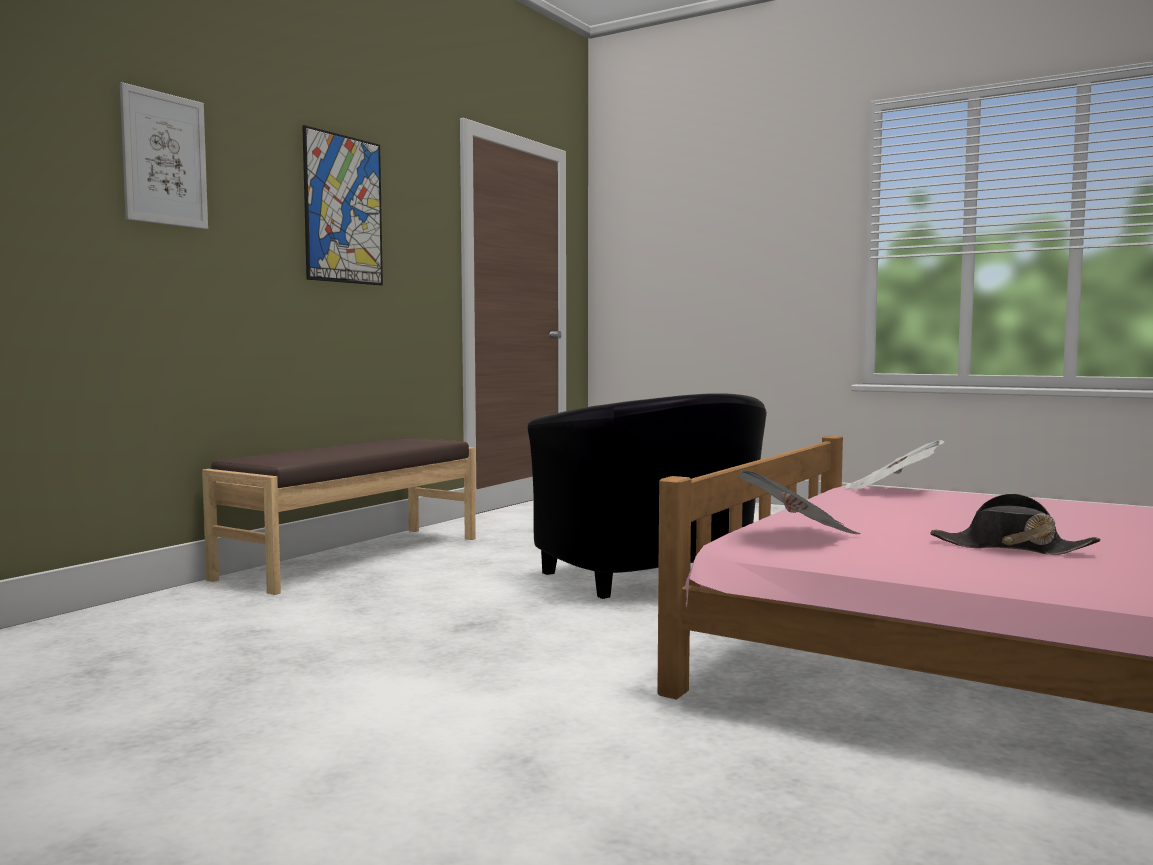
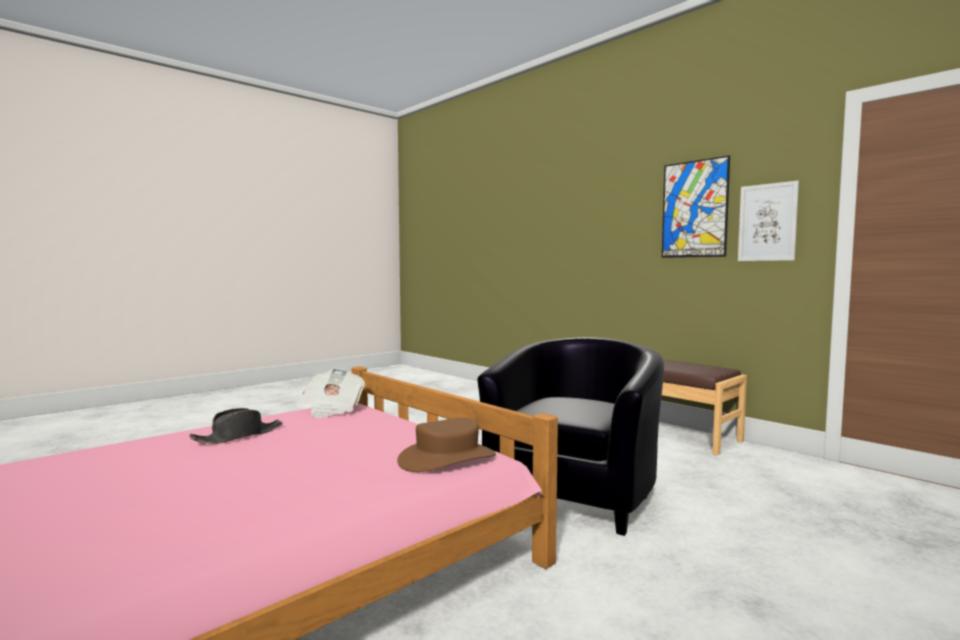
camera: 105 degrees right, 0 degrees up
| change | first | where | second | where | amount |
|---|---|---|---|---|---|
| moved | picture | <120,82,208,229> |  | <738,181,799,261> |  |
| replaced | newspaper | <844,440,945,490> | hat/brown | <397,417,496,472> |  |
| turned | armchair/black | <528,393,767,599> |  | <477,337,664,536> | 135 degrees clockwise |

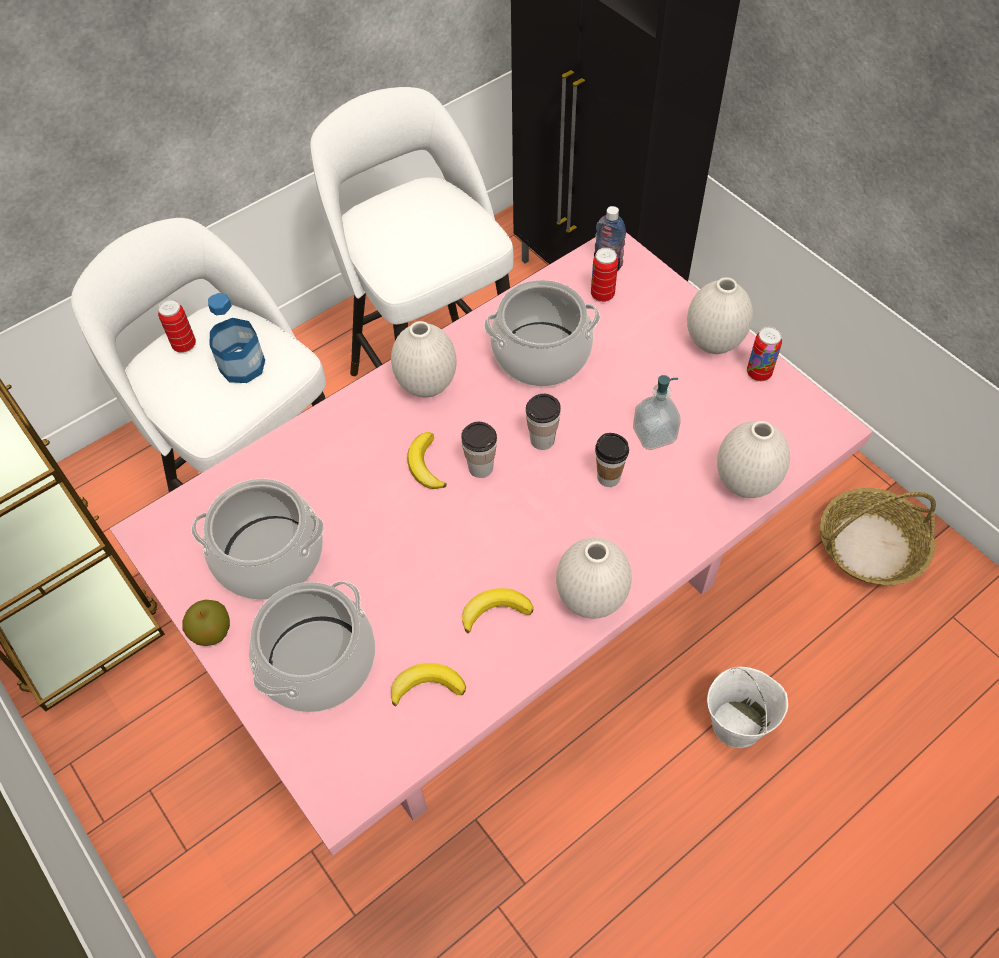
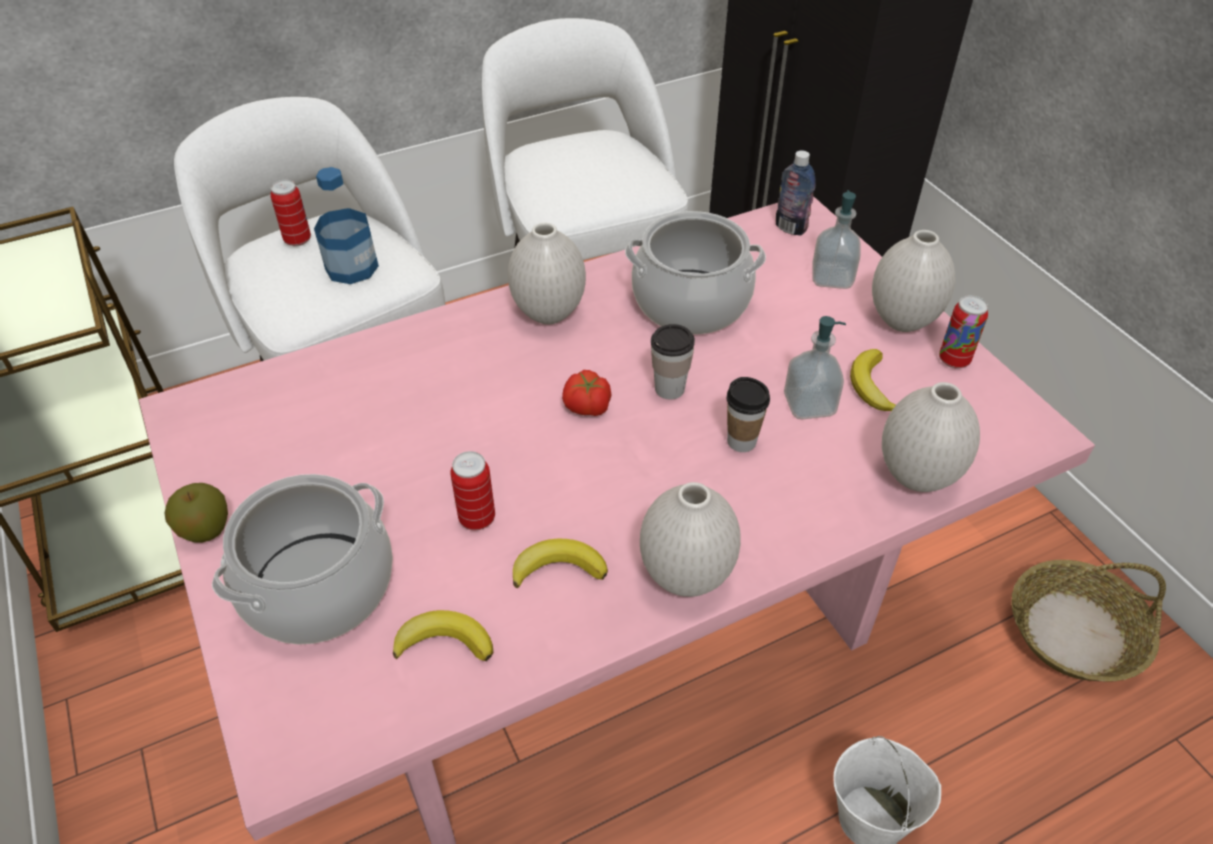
camera: 10 degrees right, 10 degrees down
| change | first | where | second | where | amount |
|---|---|---|---|---|---|
| removed | cooking pot | <191,478,324,600> |  |  |  |
| added |  |  | soap dispenser | <812,190,860,289> |  |
| moved | banana | <407,432,447,489> |  | <850,349,896,411> |  |
| moved | can | <591,248,618,302> |  | <450,451,495,530> |  |
| replaced | cup | <461,422,497,478> | tomato | <562,370,612,416> |  |

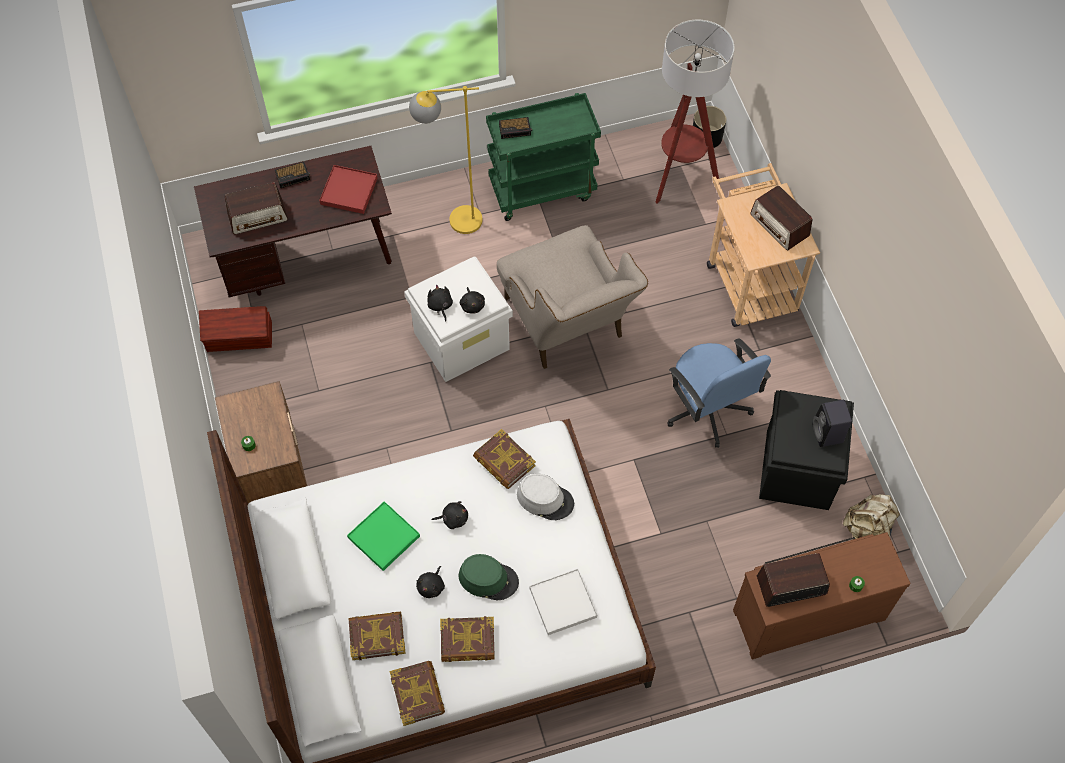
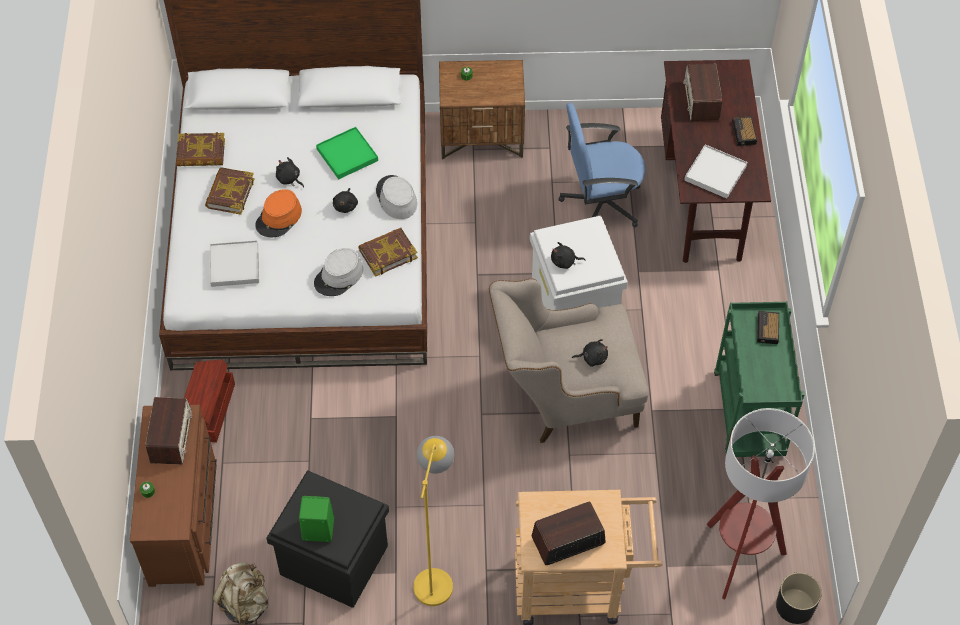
camera: 105 degrees right, 5 degrees down
| change | first | where | second | where | amount |
|---|---|---|---|---|---|
| removed | book | <349,612,406,660> |  |  |  |
| added |  |  | hat/grey | <376,175,417,219> |  |
| moved | storage box/brown | <199,306,272,352> |  | <184,360,235,443> |  |
| moved | floor lamp/yellow | <409,86,482,234> |  | <413,436,454,606> |  |
| moved | plush toy/black | <427,285,453,321> |  | <572,339,608,367> |  |
| moved | office chair/blue | <667,338,771,448> |  | <558,103,646,228> |  |
| recoloured | tray/red | <319,165,378,214> | tray/white | <684,144,747,199> |  |
| recoloured | hat/green | <459,554,519,600> | hat/orange | <255,189,302,237> |  |
| recoloured | speaker/black | <812,400,852,447> | speaker/green | <299,496,334,542> |  |

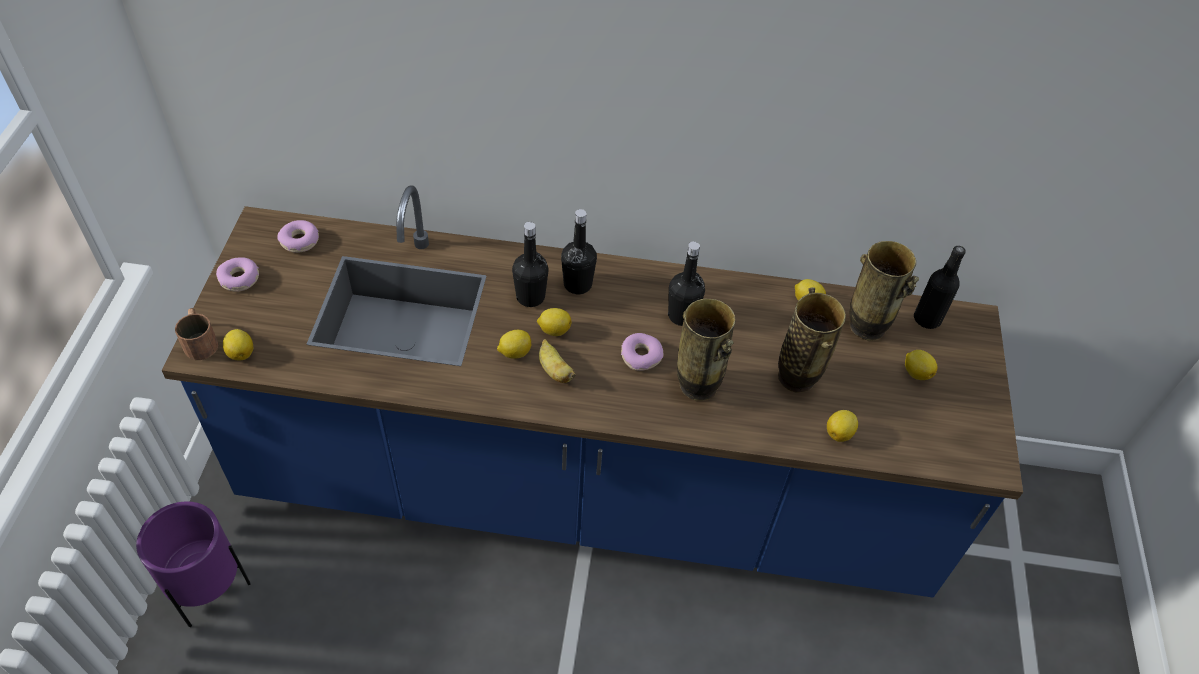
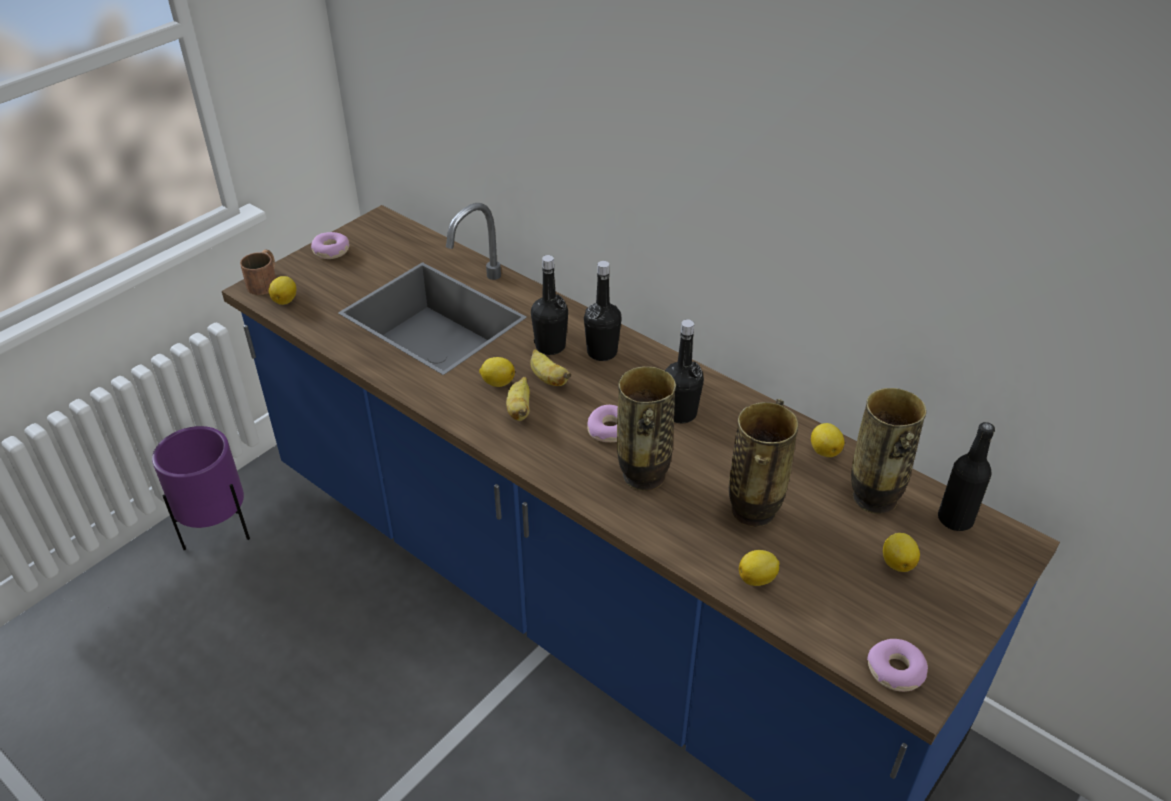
camera: 35 degrees right, 10 degrees down
| change | first | where | second | where | amount |
|---|---|---|---|---|---|
| moved | donut | <277,220,319,253> |  | <867,639,928,692> |  |
| replaced | lemon | <537,308,571,336> | banana | <530,349,571,386> |  |

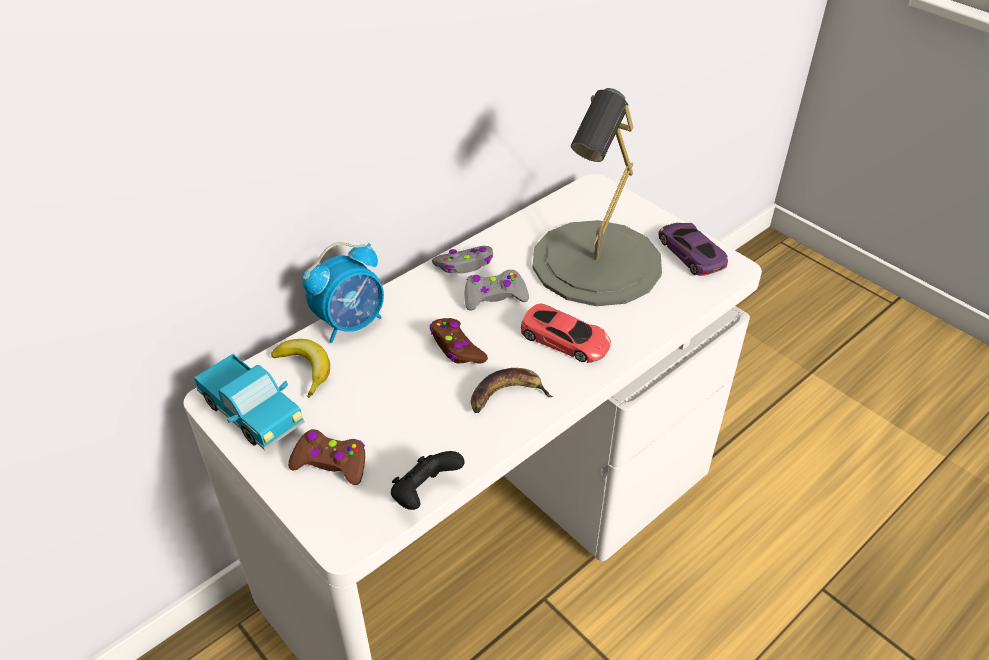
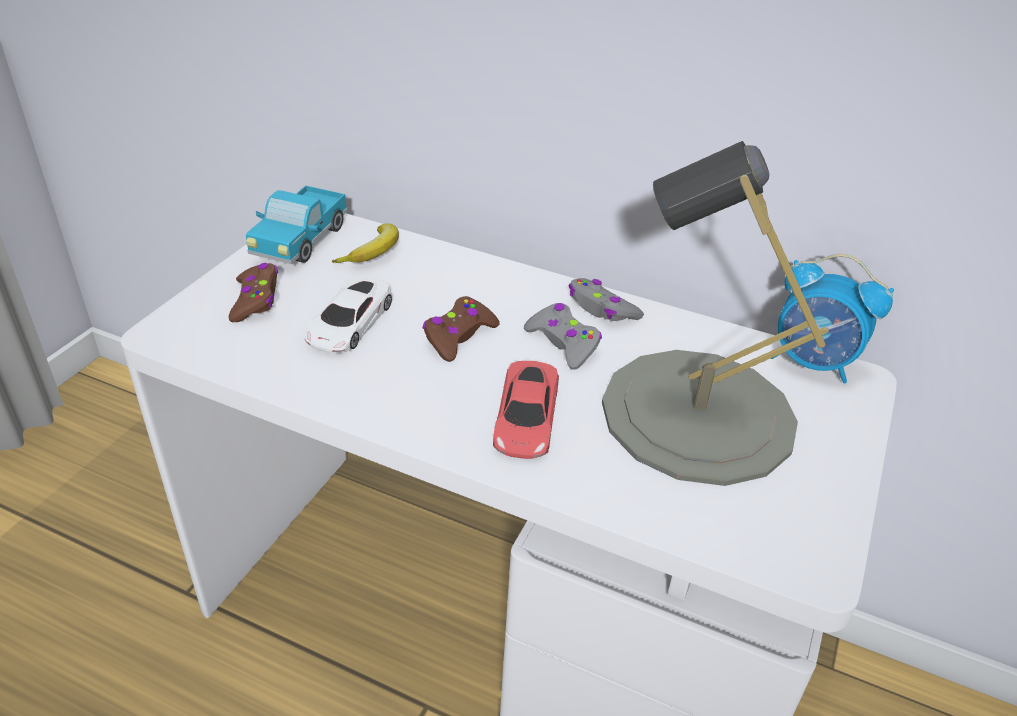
camera: 65 degrees right, 5 degrees down
| change | first | where | second | where | amount |
|---|---|---|---|---|---|
| removed | game controller/black | <391,451,465,510> |  |  |  |
| removed | banana | <471,368,553,413> |  |  |  |
| removed | toy car/purple | <658,223,728,276> |  |  |  |
| added |  |  | toy car/white | <305,276,392,353> |  |
| moved | alarm clock | <302,242,384,343> |  | <771,254,894,383> |  |

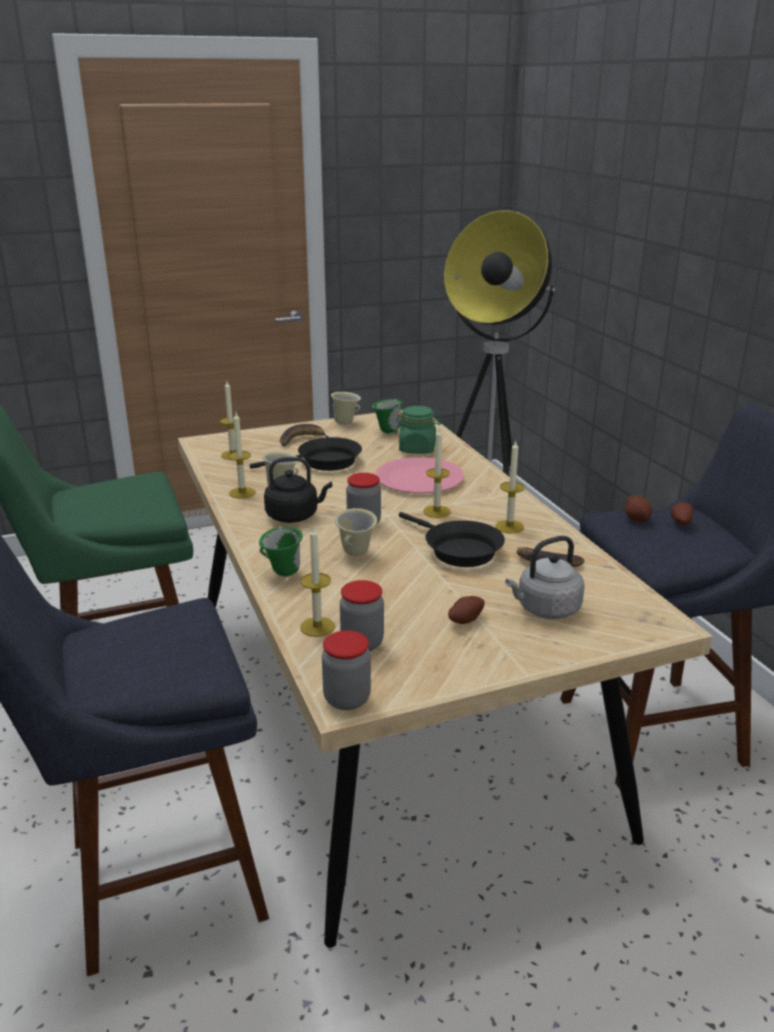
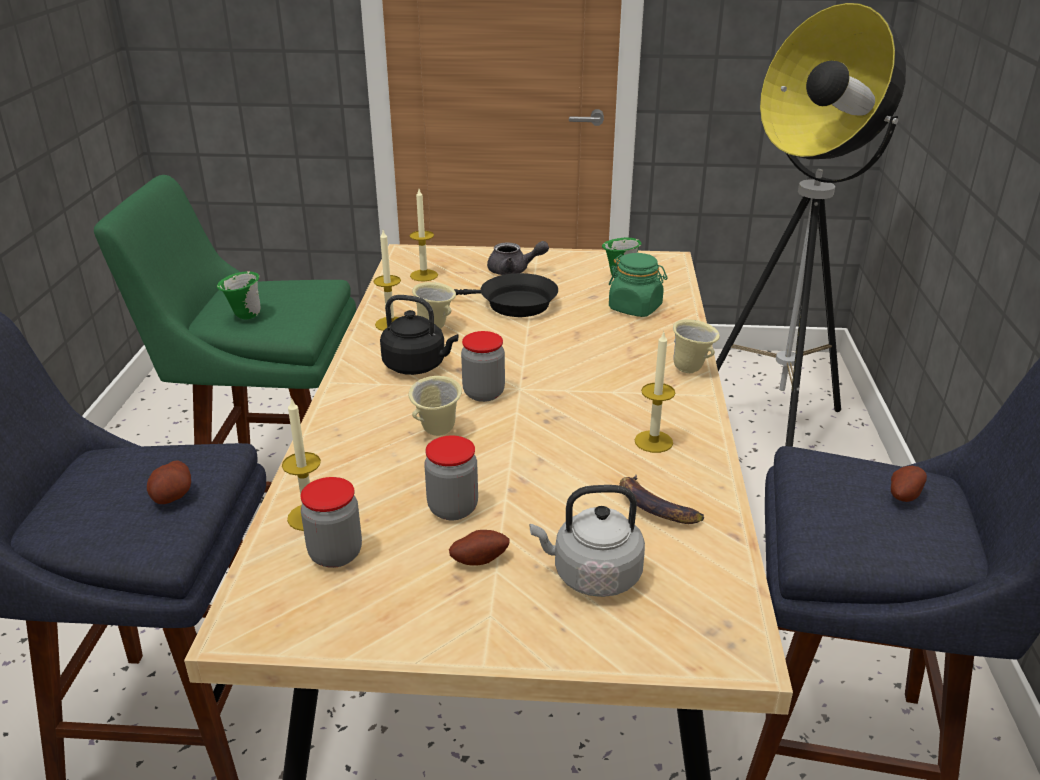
camera: 25 degrees right, 5 degrees up
| change | first | where | second | where | amount |
|---|---|---|---|---|---|
| removed | plate/pink | <375,457,464,493> |  |  |  |
| removed | frying pan/black | <399,512,505,567> |  |  |  |
| removed | candle | <423,429,451,518> |  |  |  |
| moved | mug/green | <259,526,303,576> |  | <217,271,260,319> |  |
| moved | jar | <322,631,371,710> |  | <424,436,478,520> |  |
| moved | mug/beige | <331,392,361,425> |  | <673,319,720,373> |  |
| moved | potato | <625,495,652,522> |  | <147,461,191,504> |  |
| replaced | banana | <280,424,328,446> | teapot/grey | <487,241,549,275> |  |

